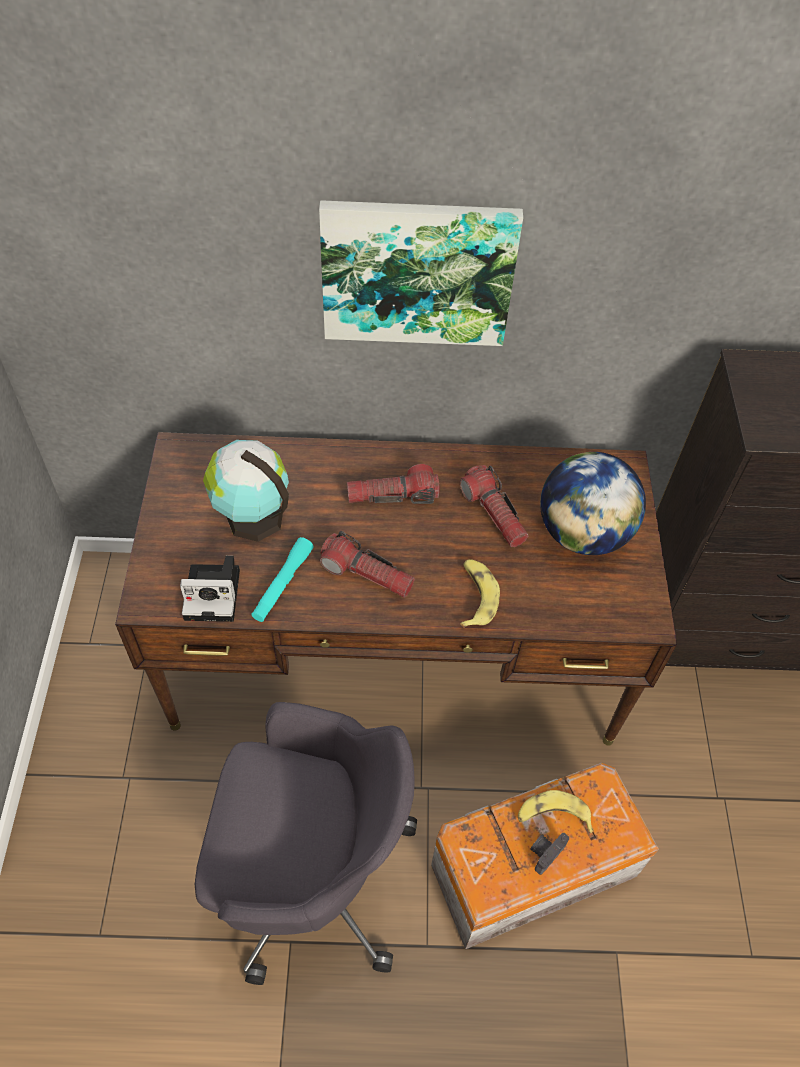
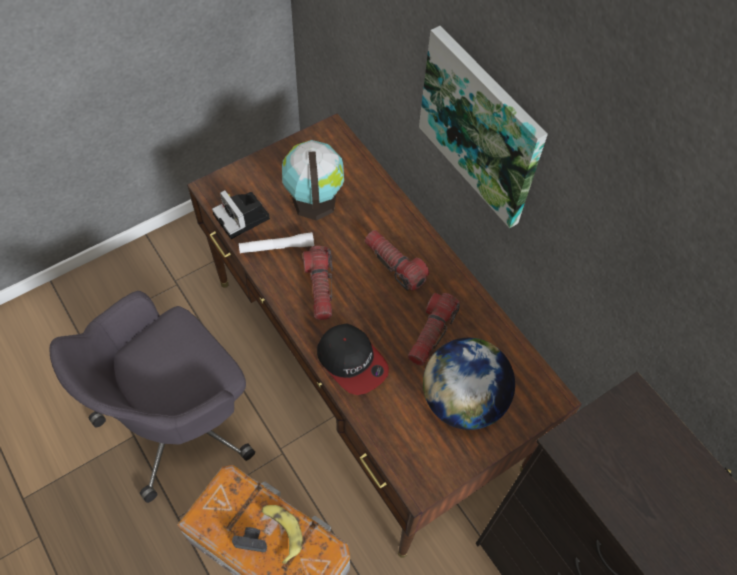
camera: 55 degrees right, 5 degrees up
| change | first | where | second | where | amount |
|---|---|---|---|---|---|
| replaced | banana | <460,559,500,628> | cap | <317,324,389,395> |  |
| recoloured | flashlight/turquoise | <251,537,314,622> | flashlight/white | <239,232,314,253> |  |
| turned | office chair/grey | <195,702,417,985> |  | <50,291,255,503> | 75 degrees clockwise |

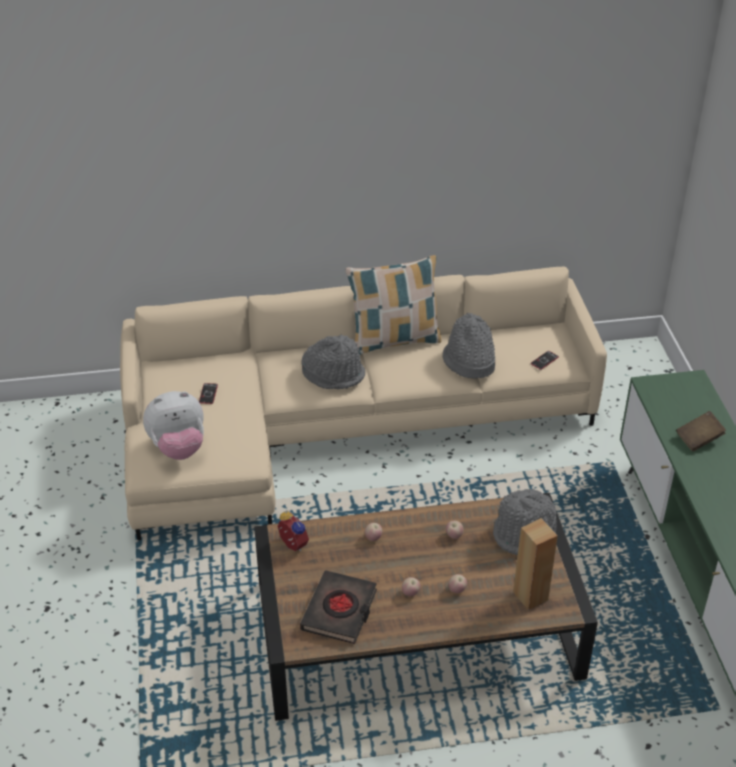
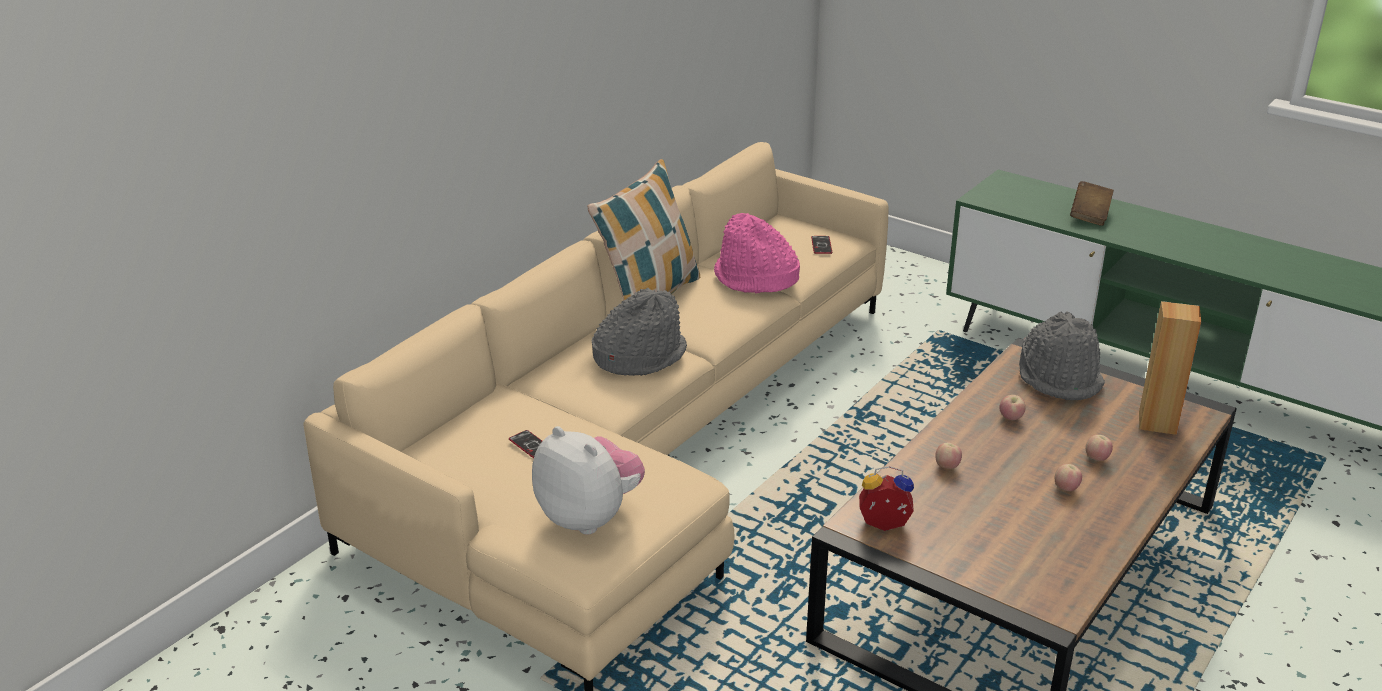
camera: 45 degrees left, 10 degrees down
| change | first | where | second | where | amount |
|---|---|---|---|---|---|
| removed | book/black | <300,570,377,644> |  |  |  |
| recoloured | hat/grey | <443,313,495,378> | hat/pink | <714,213,800,293> |  |
| turned | plush toy | <143,391,204,460> |  | <532,426,645,535> | 75 degrees counterclockwise |

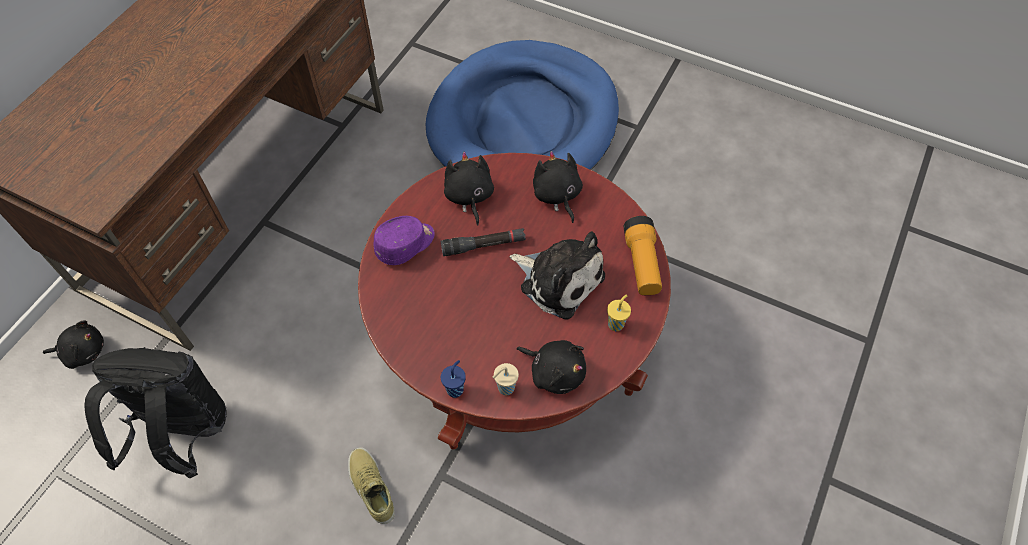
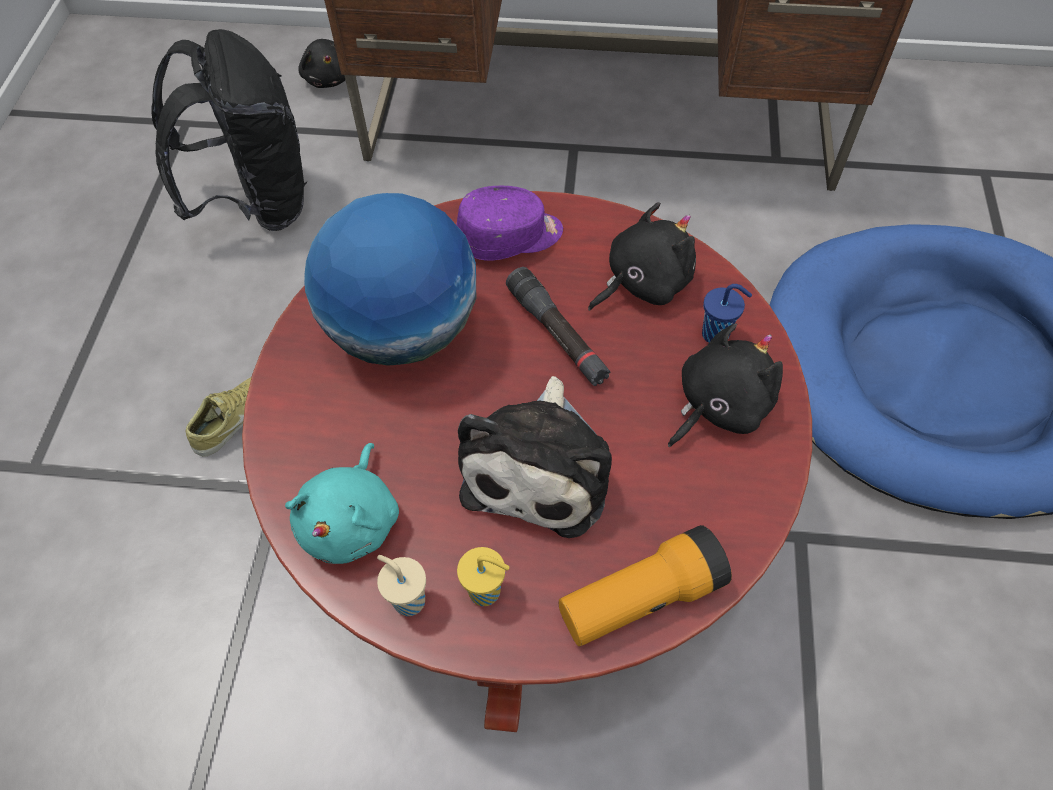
camera: 70 degrees right, 0 degrees up
| change | first | where | second | where | amount |
|---|---|---|---|---|---|
| added |  |  | globe | <304,193,476,366> |  |
| moved | cup/blue | <441,360,466,398> |  | <702,284,752,343> |  |
| moved | cup/beige | <493,363,519,395> |  | <377,555,426,616> |  |
| recoloured | plush toy/black | <517,340,586,394> | plush toy/turquoise | <285,443,399,564> |  |
| turned | cap/purple | <373,216,435,265> |  | <457,186,563,261> | 45 degrees counterclockwise |

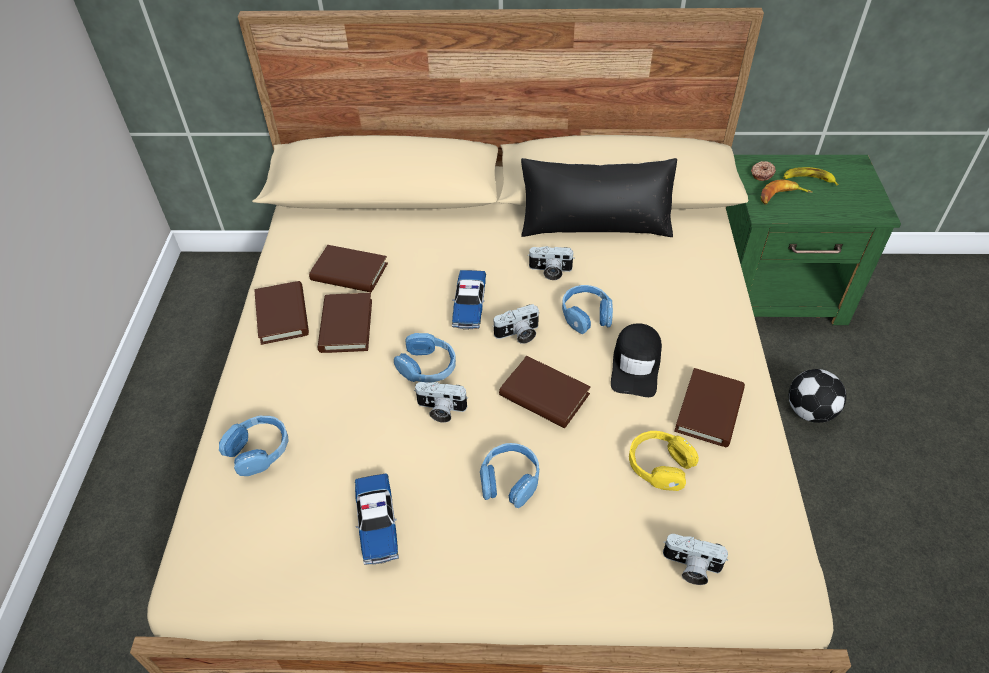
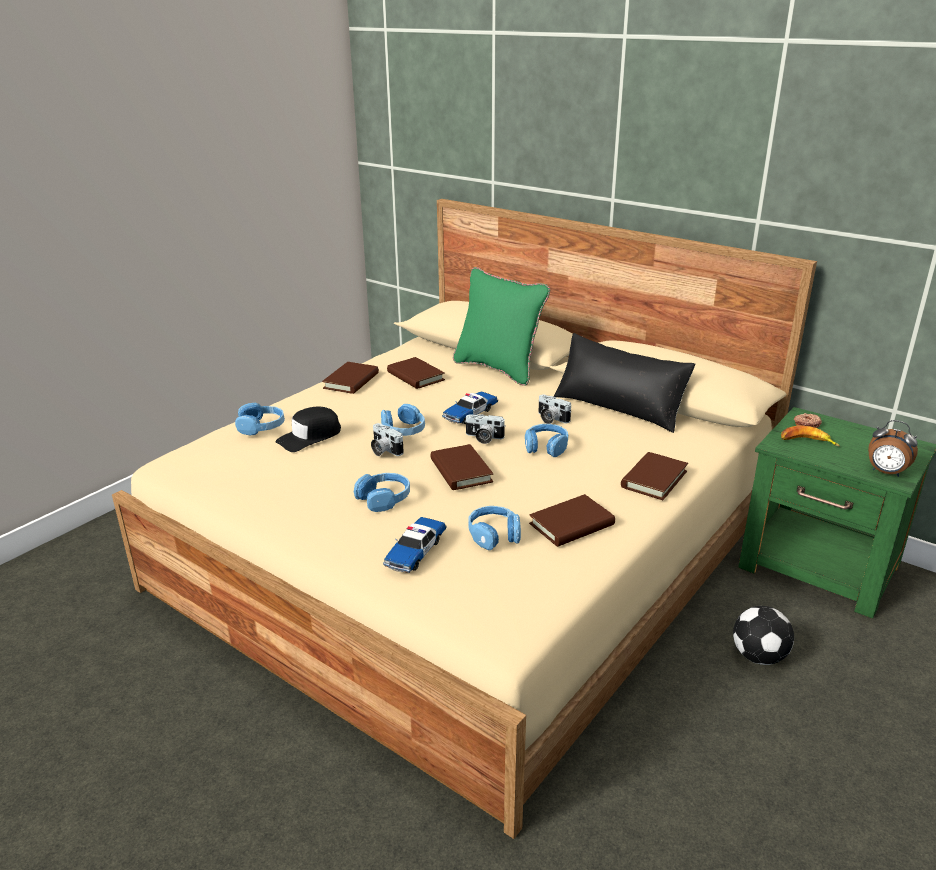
camera: 35 degrees right, 20 degrees down
| change | first | where | second | where | amount |
|---|---|---|---|---|---|
| removed | photo camera | <663,534,728,585> |  |  |  |
| removed | banana | <784,167,838,185> |  |  |  |
| added |  |  | pillow/green | <453,267,550,386> |  |
| added |  |  | alarm clock | <868,420,918,477> |  |
| moved | book/brown | <318,293,372,353> |  | <621,452,688,500> |  |
| moved | toy car | <355,473,399,565> |  | <383,517,446,573> |  |
| moved | cap/black | <611,323,662,397> |  | <276,407,341,452> |  |
| recoloured | headphones/yellow | <629,431,699,491> | headphones/blue | <469,506,521,550> |  |

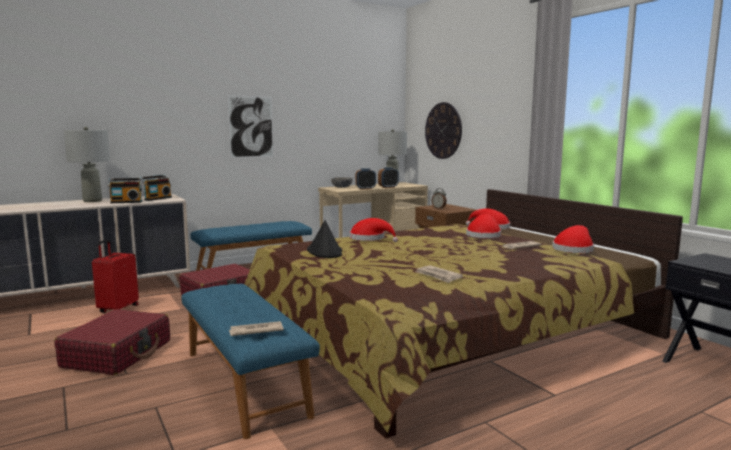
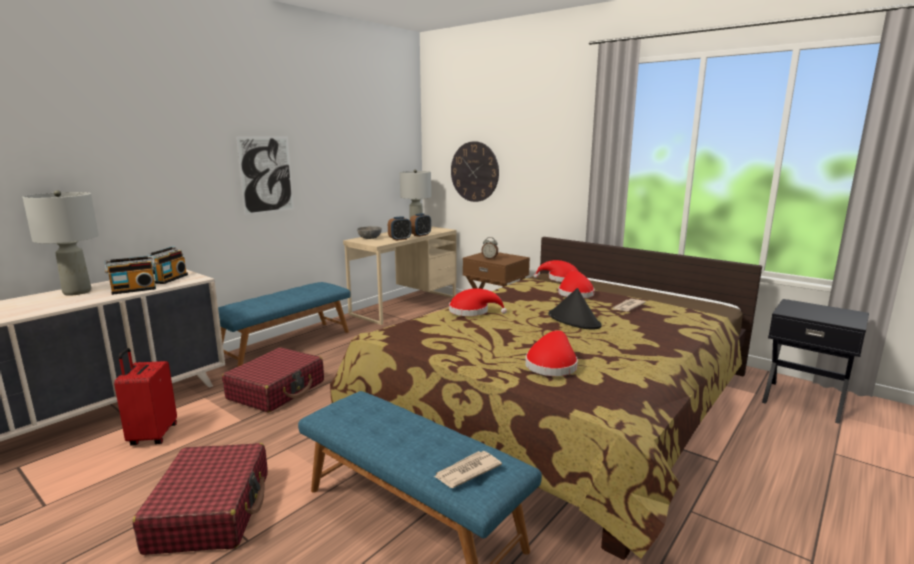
camera: 20 degrees left, 5 degrees up
| change | first | where | second | where | amount |
|---|---|---|---|---|---|
| removed | newspaper | <416,265,463,283> |  |  |  |
| moved | hat/black | <307,220,342,258> |  | <548,288,602,330> |  |
| moved | hat/red | <552,225,594,253> |  | <525,330,578,376> |  |

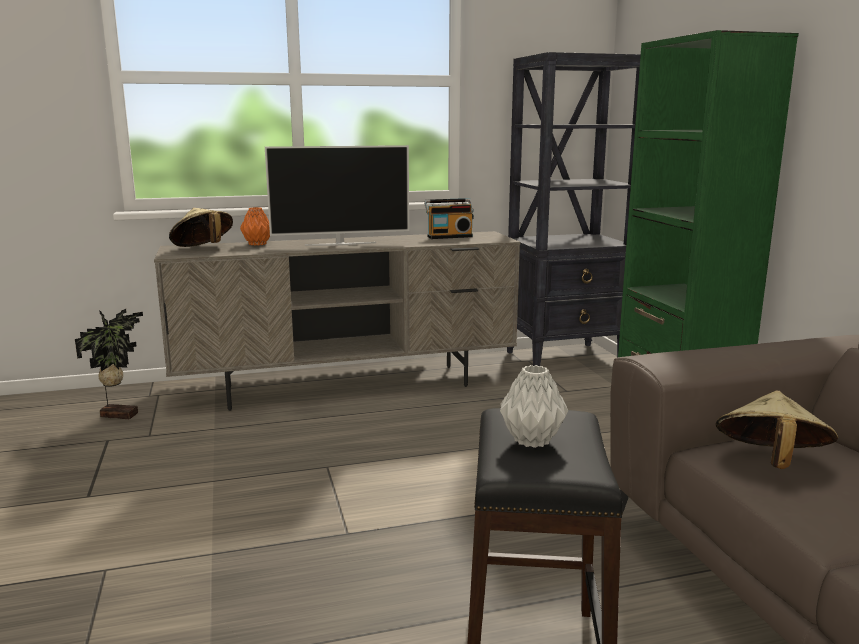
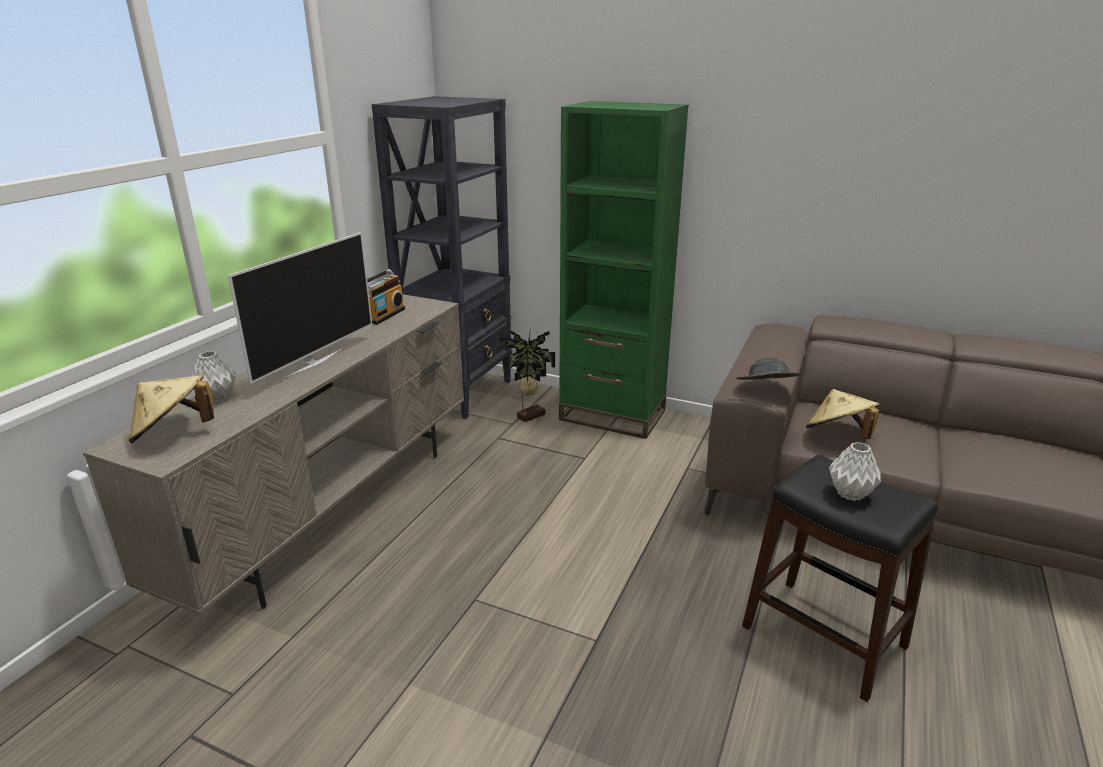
camera: 50 degrees left, 10 degrees up
| change | first | where | second | where | amount |
|---|---|---|---|---|---|
| added |  |  | hat/grey | <736,358,802,380> |  |
| moved | potted plant | <75,309,143,419> |  | <500,328,555,423> |  |
| recoloured | vase/orange | <240,207,270,246> | vase/grey | <191,351,236,403> |  |

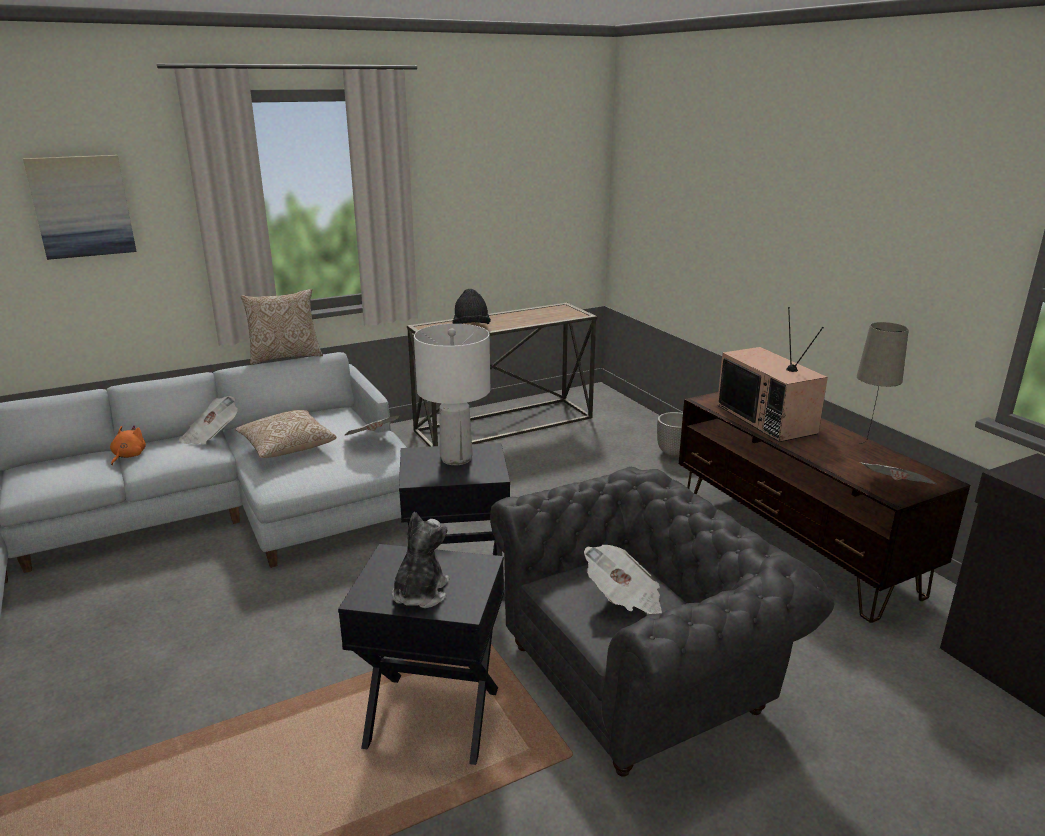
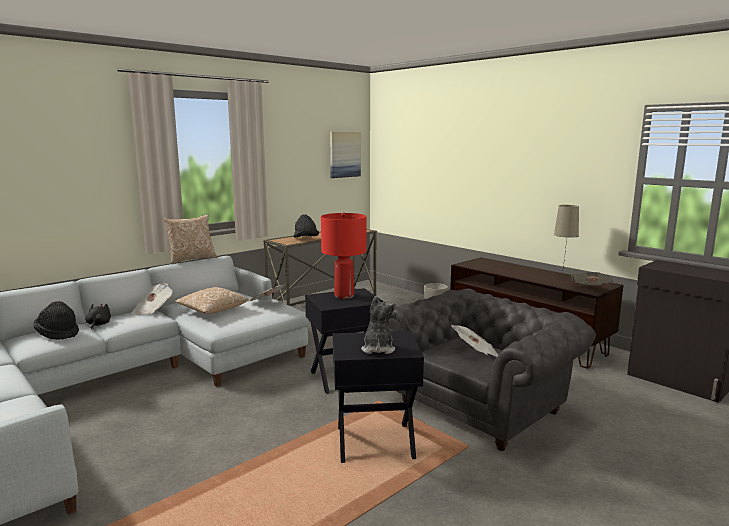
camera: 15 degrees left, 10 degrees down
| change | first | where | second | where | amount |
|---|---|---|---|---|---|
| removed | television | <717,307,828,442> |  |  |  |
| added |  |  | hat/black | <33,301,79,340> |  |
| moved | picture | <23,155,137,260> |  | <330,132,361,178> |  |
| recoloured | plush toy/orange | <110,425,146,465> | plush toy/black | <85,304,111,330> |  |
| recoloured | table lamp/white | <414,324,490,465> | table lamp/red | <321,212,366,299> |  |

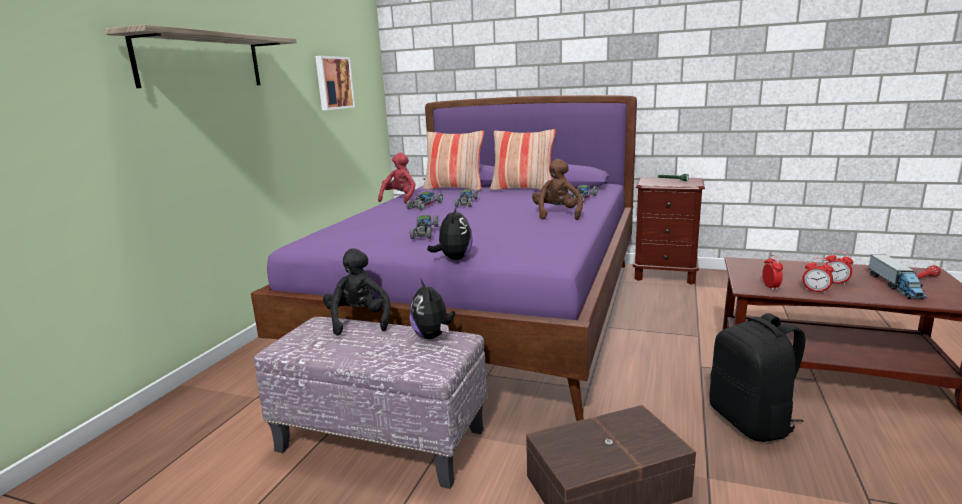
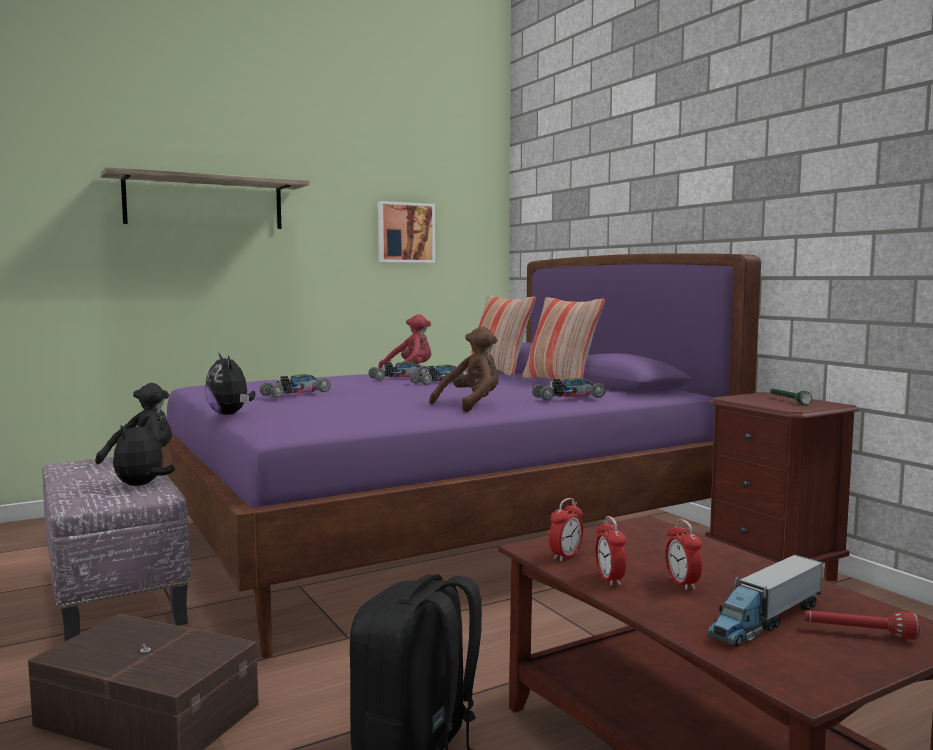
camera: 40 degrees right, 10 degrees down
| change | first | where | second | where | amount |
|---|---|---|---|---|---|
| turned | plush toy | <427,205,473,260> |  | <205,352,256,415> | 105 degrees clockwise |

